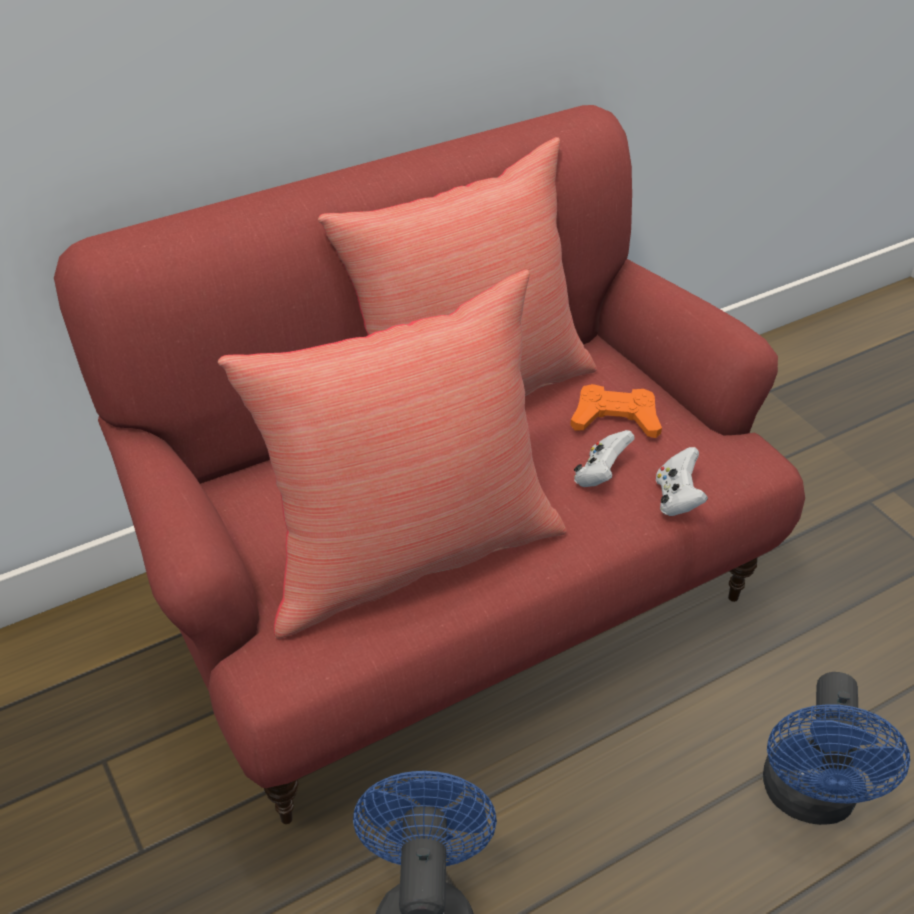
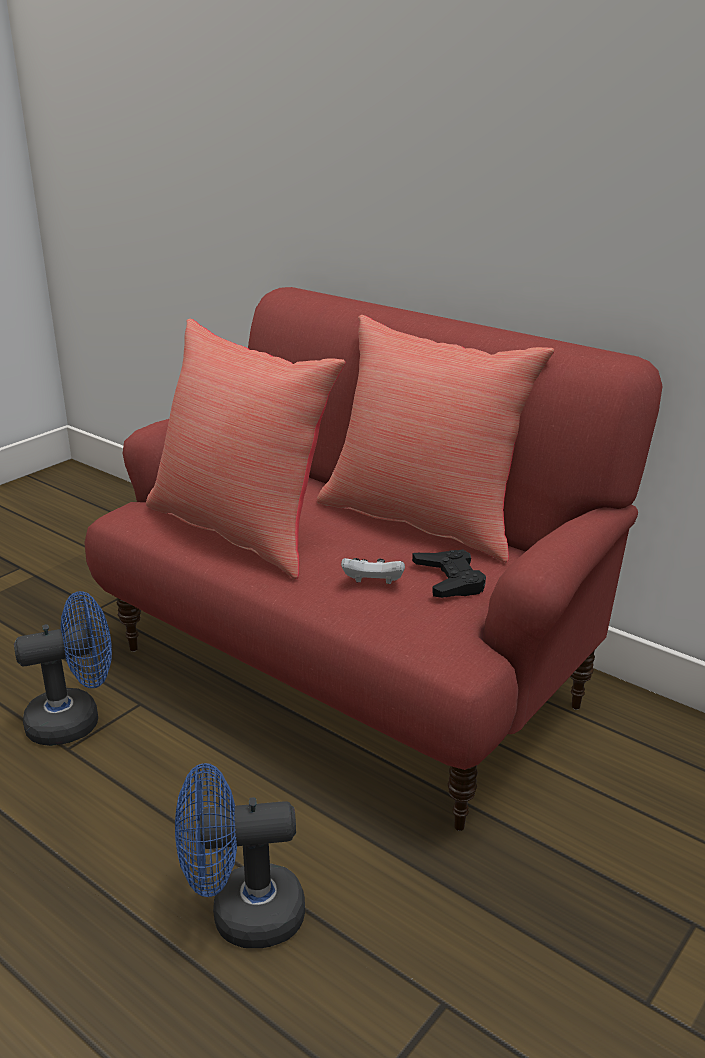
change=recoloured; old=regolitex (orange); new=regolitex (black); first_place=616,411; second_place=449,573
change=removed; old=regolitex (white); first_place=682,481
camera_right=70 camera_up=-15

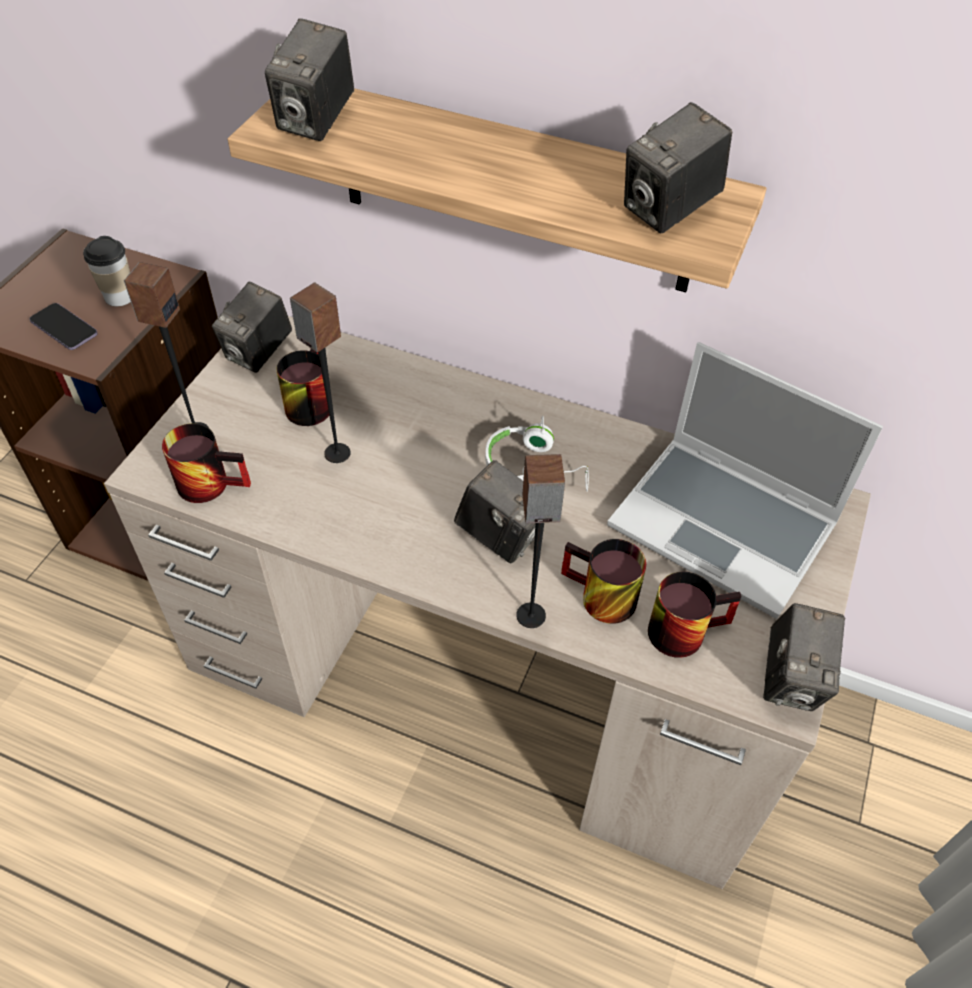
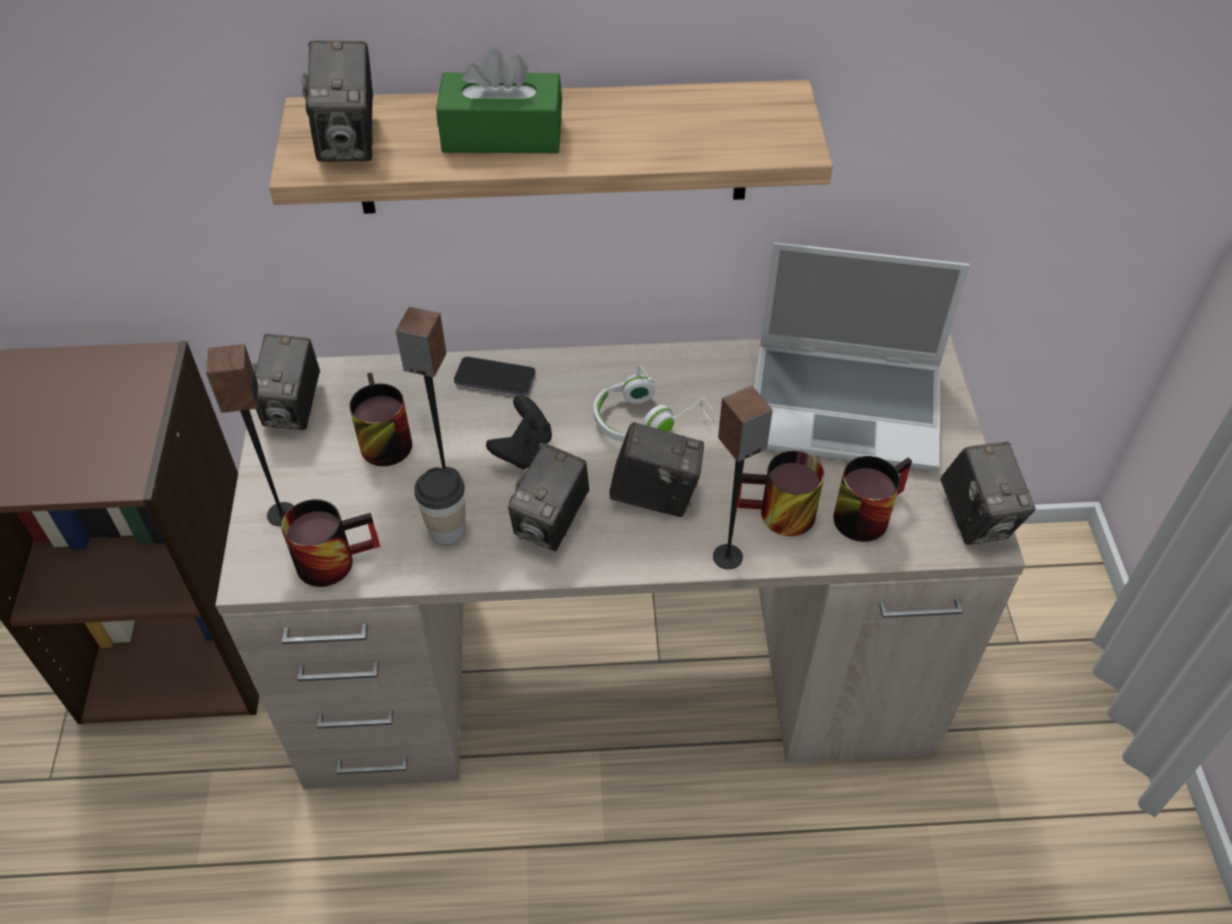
change=moved; old=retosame; first_place=64,326; second_place=495,376
change=moved; old=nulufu; first_place=107,271; second_place=440,506
change=moved; old=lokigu; first_place=678,167; second_place=548,497
change=added; new=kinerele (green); second_place=499,100
change=added; new=regolitex (black); second_place=519,432
camera_right=-25 camera_up=0

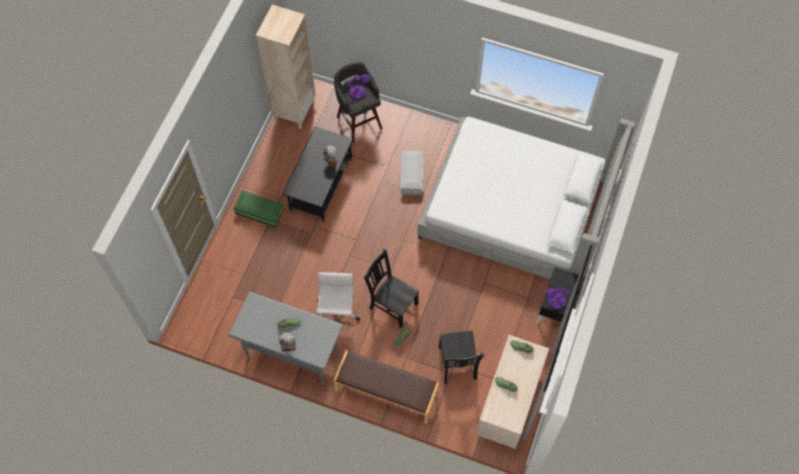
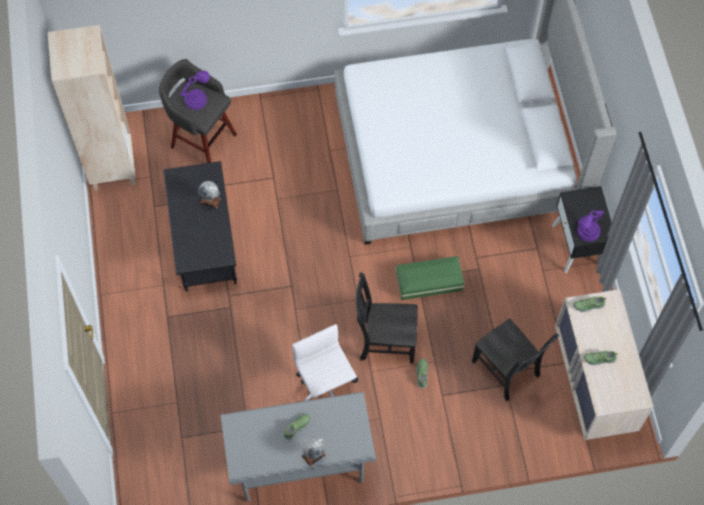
change=moved; old=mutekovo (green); first_place=258,209; second_place=430,278
change=removed; old=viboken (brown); first_place=386,387
change=removed; old=mutekovo (white); first_place=411,173
camera_right=-30 camera_up=0

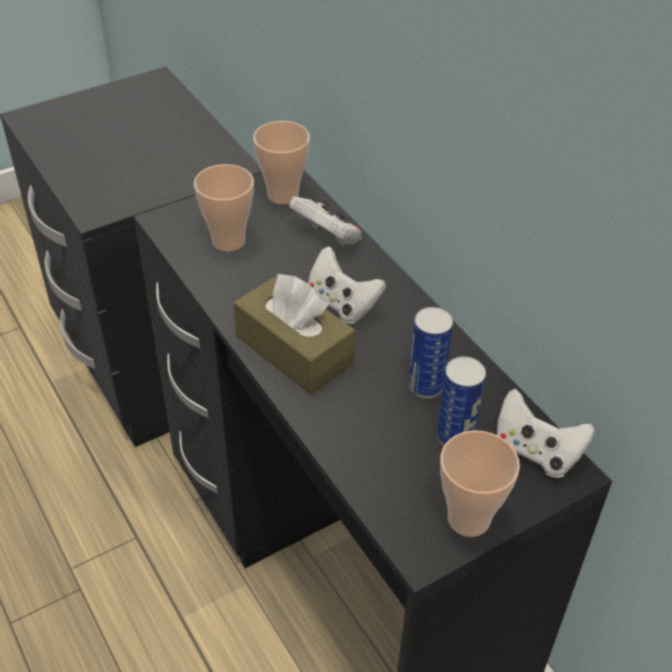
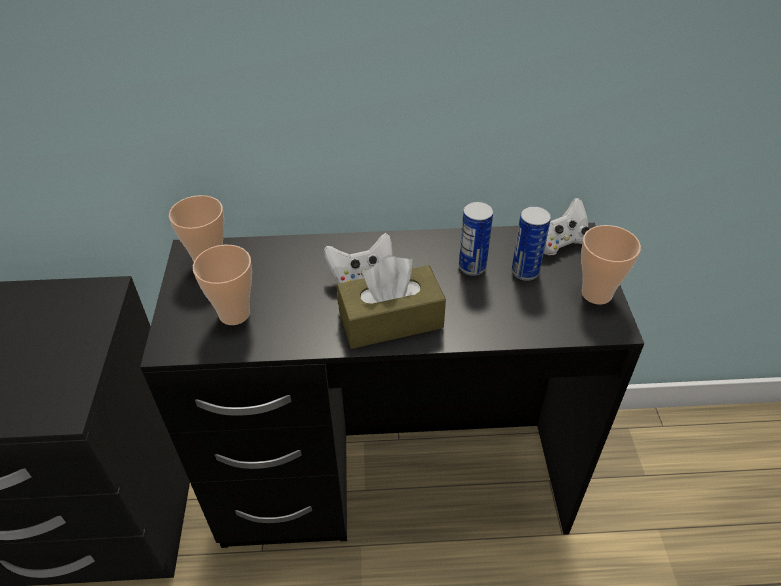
change=removed; old=regolitex (white); first_place=325,221
camera_right=-60 camera_up=0

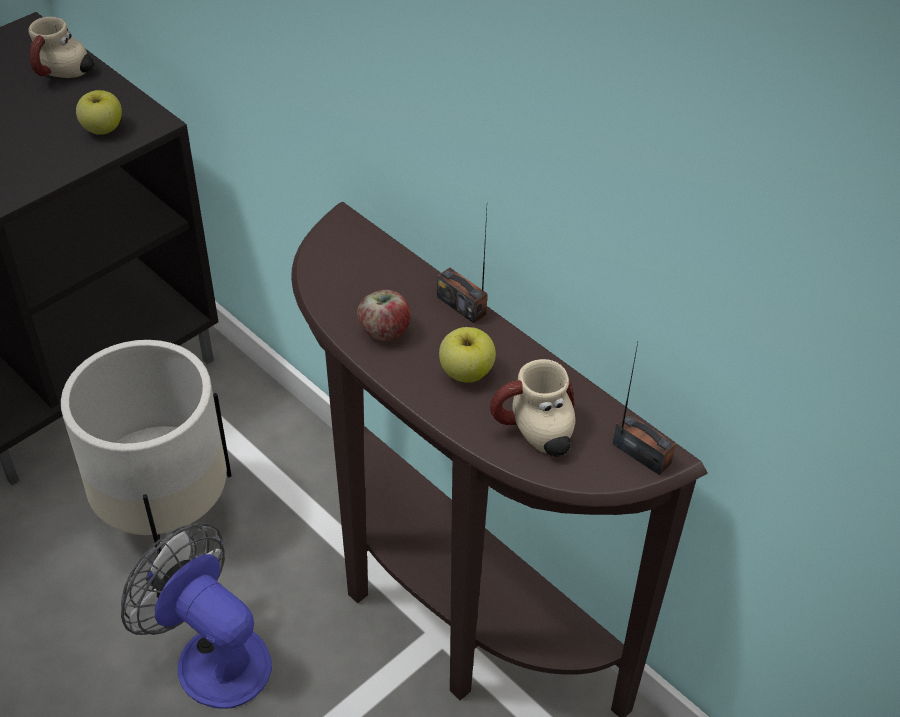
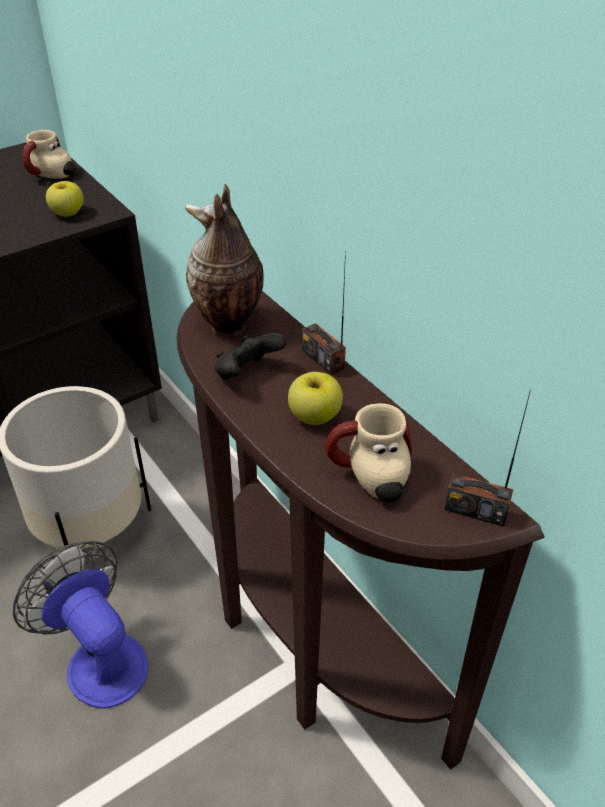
change=replaced; old=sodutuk; new=regolitex (black); first_place=383,315; second_place=250,356
change=turned; old=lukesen; first_place=644,408; second_place=488,458; degrees=150
change=added; new=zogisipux; second_place=224,260
camera_right=10 camera_up=-5

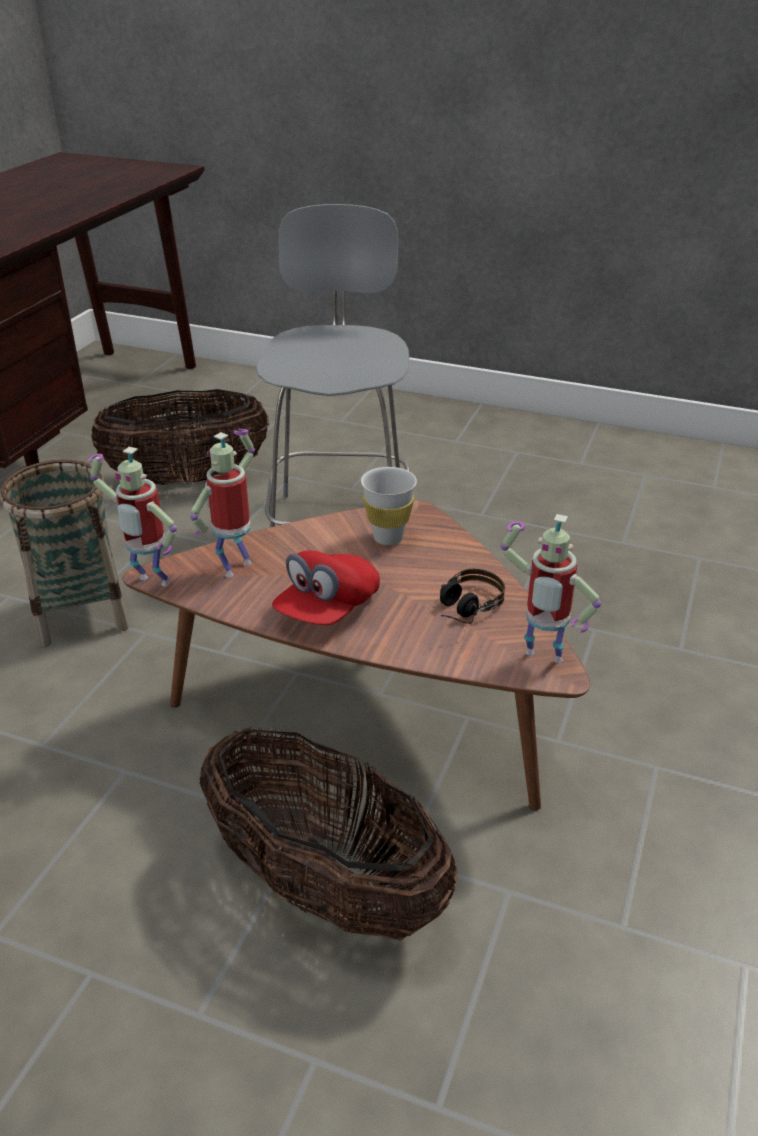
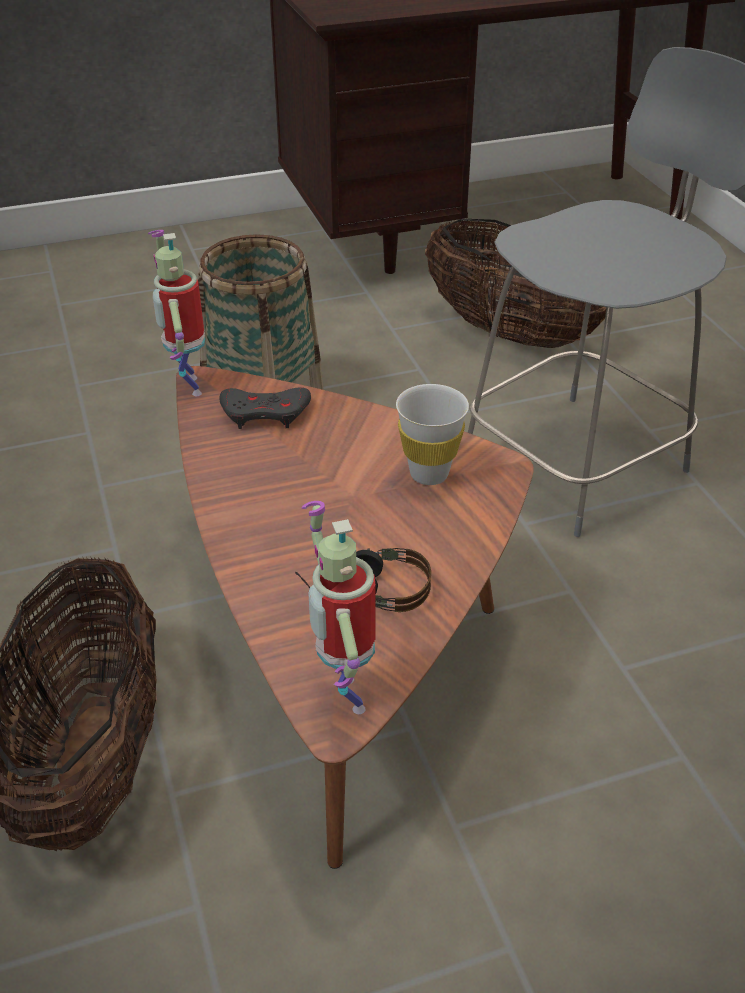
change=replaced; old=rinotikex; new=regolitex (grey); first_place=222,503; second_place=265,408
change=removed; old=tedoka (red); first_place=326,587
camera_right=50 camera_up=5

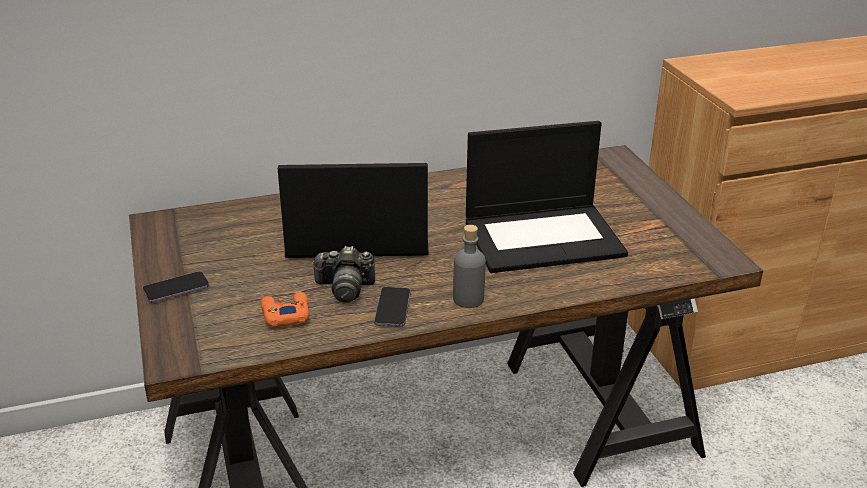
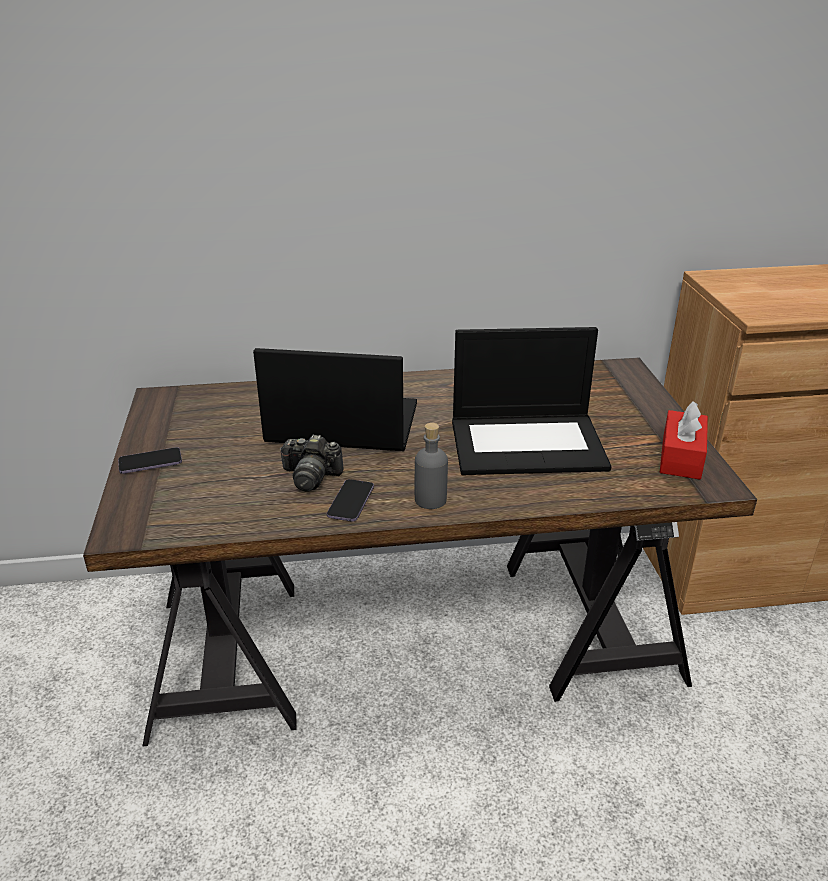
change=removed; old=regolitex (orange); first_place=285,309
change=added; new=kinerele (red); second_place=684,440
camera_right=10 camera_up=0

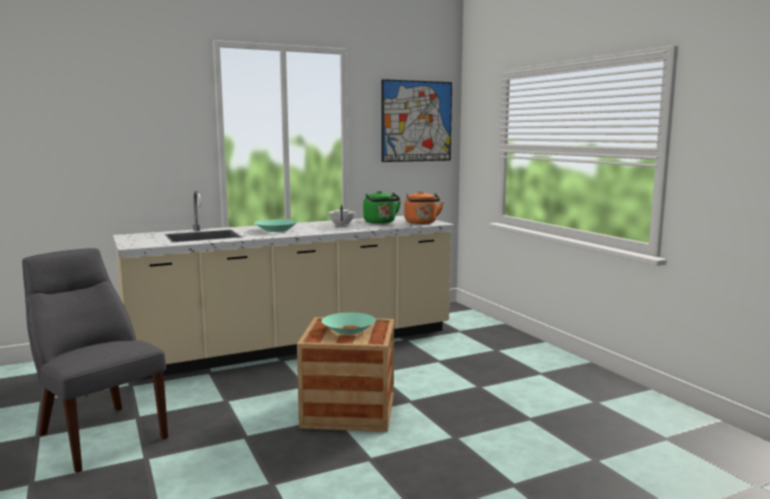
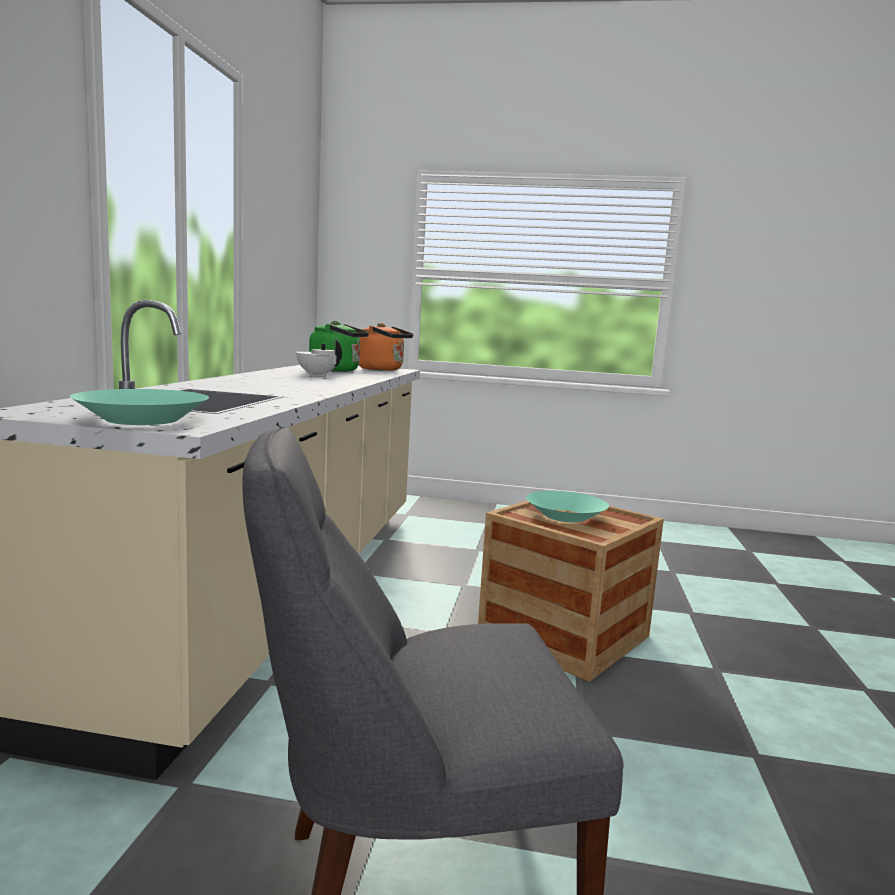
change=moved; old=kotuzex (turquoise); first_place=276,225; second_place=139,407
change=removed; old=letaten; first_place=417,120
camera_right=-55 camera_up=0

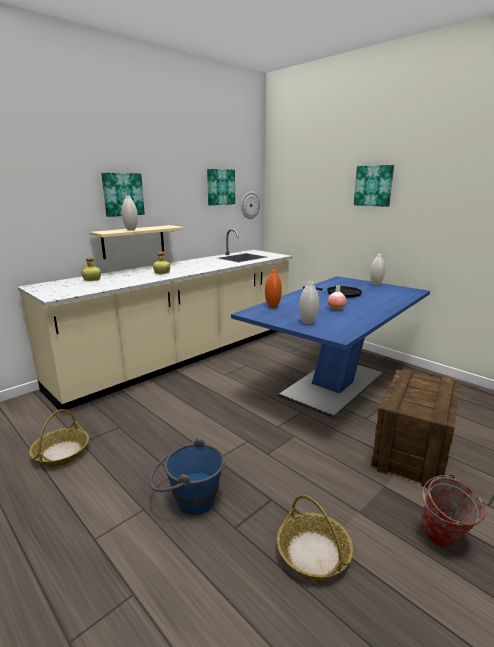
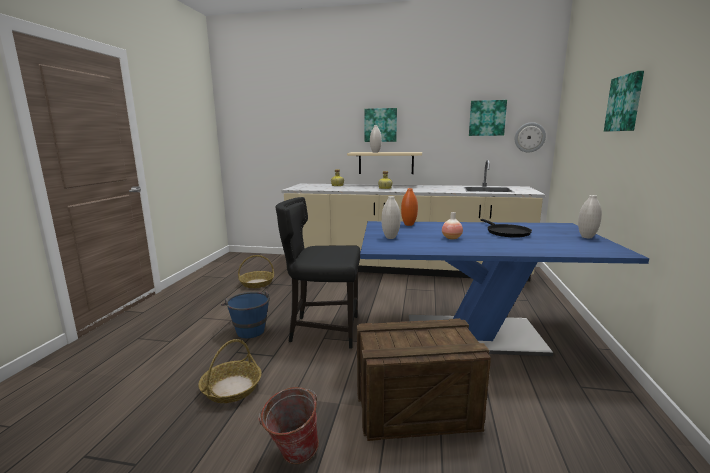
change=added; new=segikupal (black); second_place=318,273
camera_right=55 camera_up=-5

